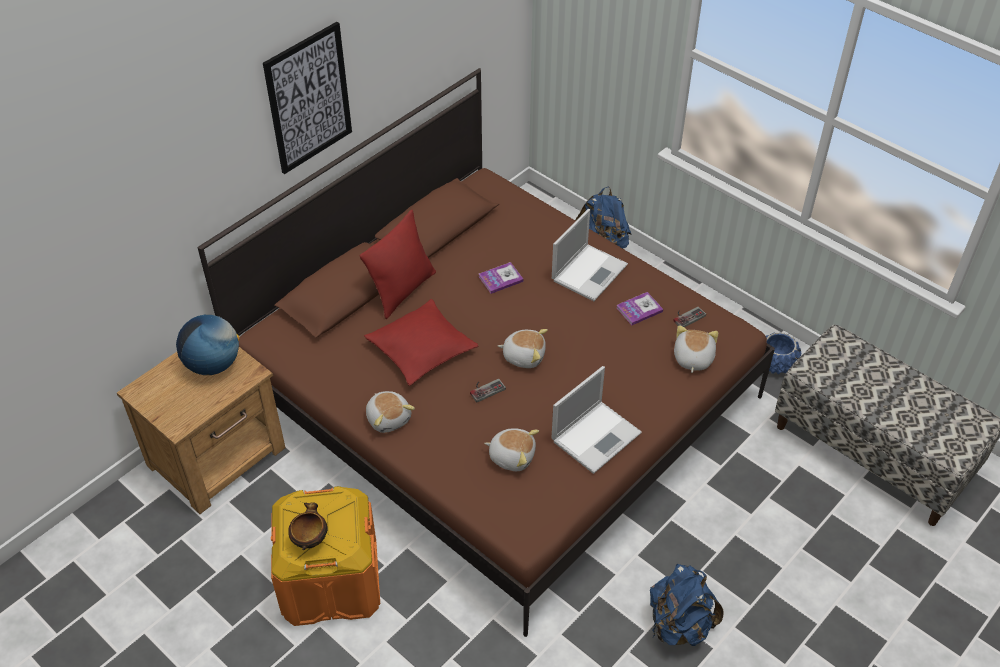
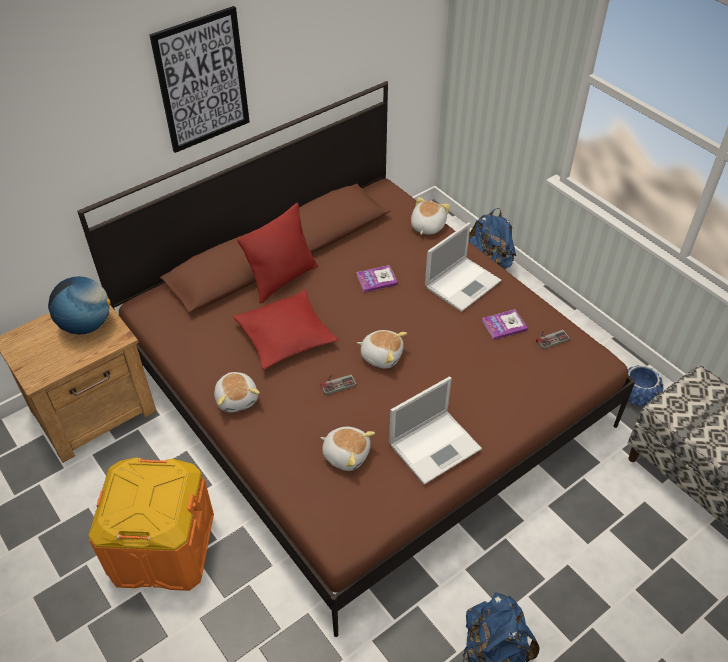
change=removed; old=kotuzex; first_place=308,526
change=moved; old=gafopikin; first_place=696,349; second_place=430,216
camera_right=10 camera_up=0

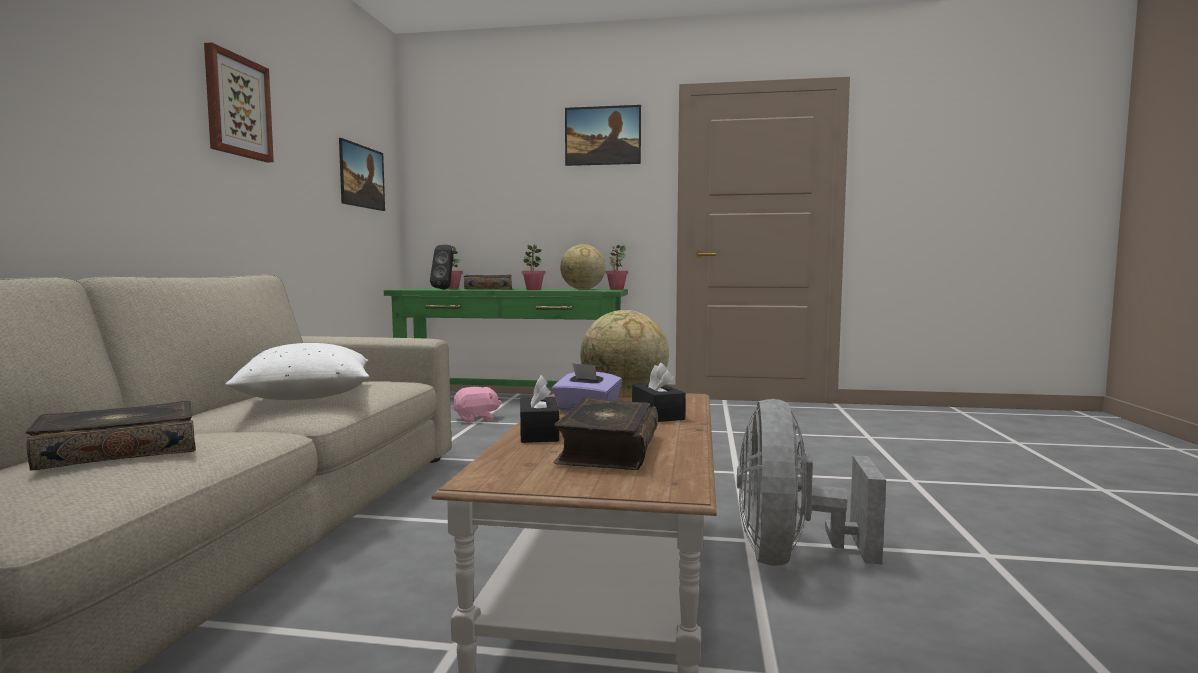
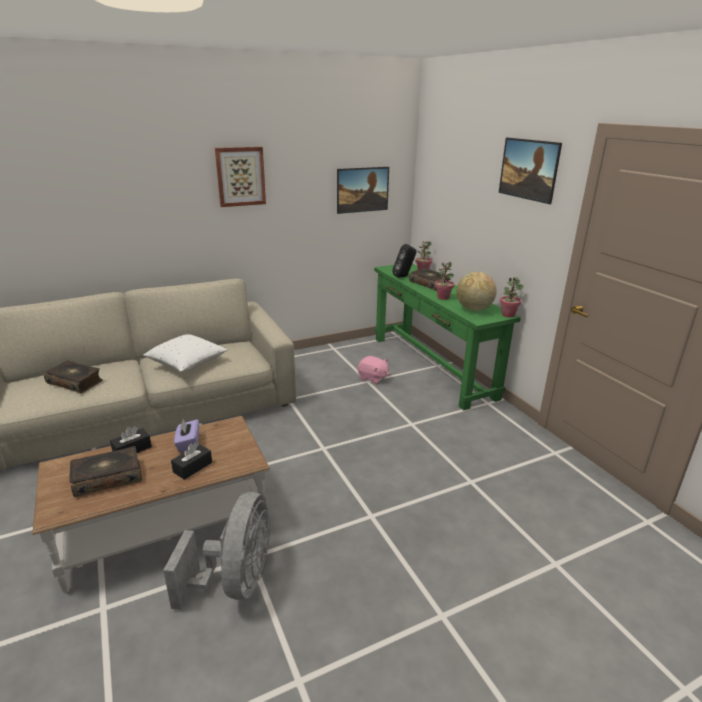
change=removed; old=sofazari; first_place=624,354
change=turned; old=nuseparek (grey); first_place=811,482; second_place=216,551; degrees=120
camera_right=55 camera_up=20

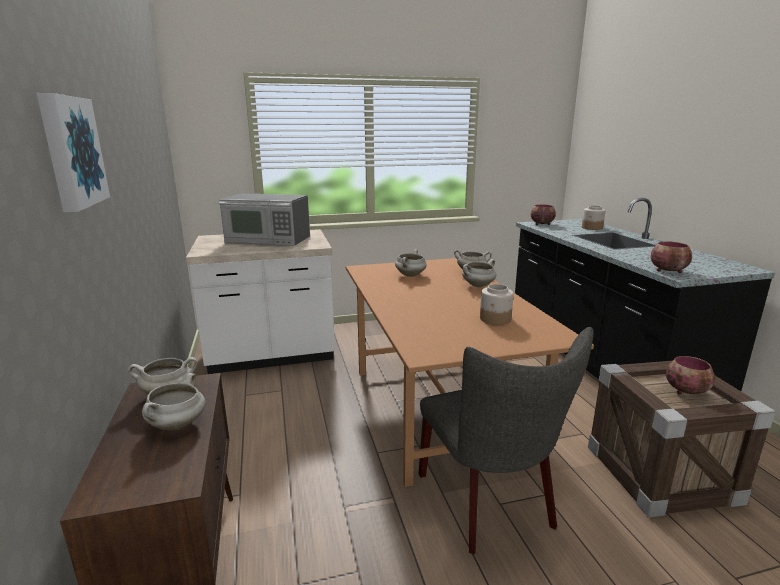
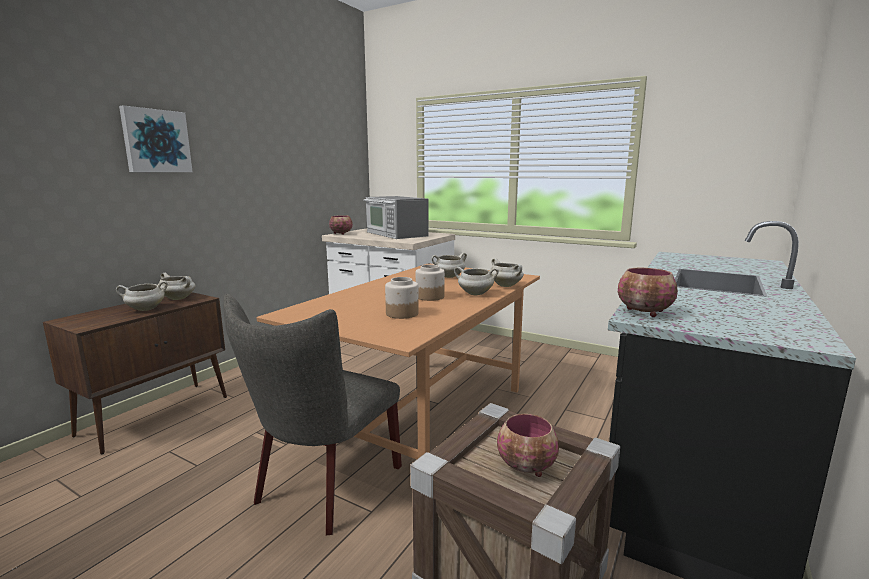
change=moved; old=kotuzex; first_place=543,214; second_place=341,225
change=moved; old=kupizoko; first_place=593,217; second_place=430,283
camera_right=45 camera_up=-5

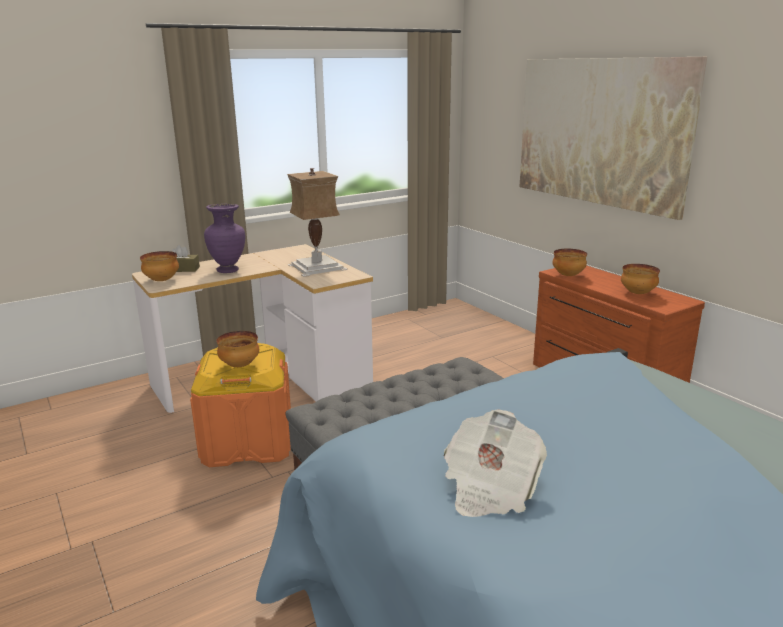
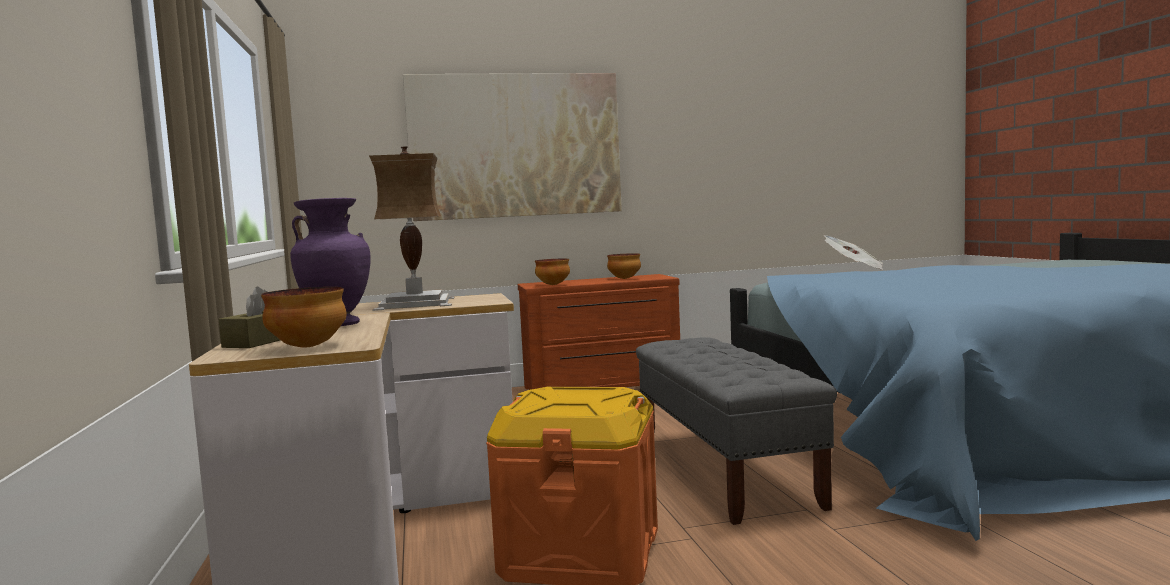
change=removed; old=kotuzex; first_place=237,349
change=moved; old=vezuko; first_place=495,463; second_place=853,252
camera_right=-70 camera_up=-15

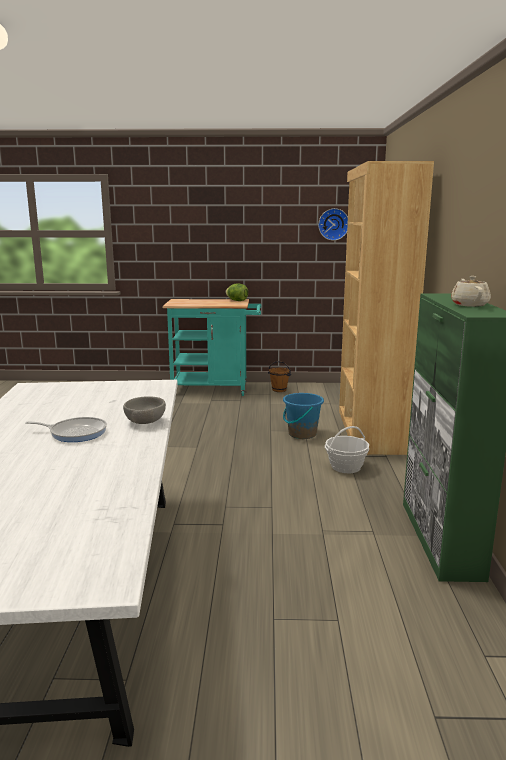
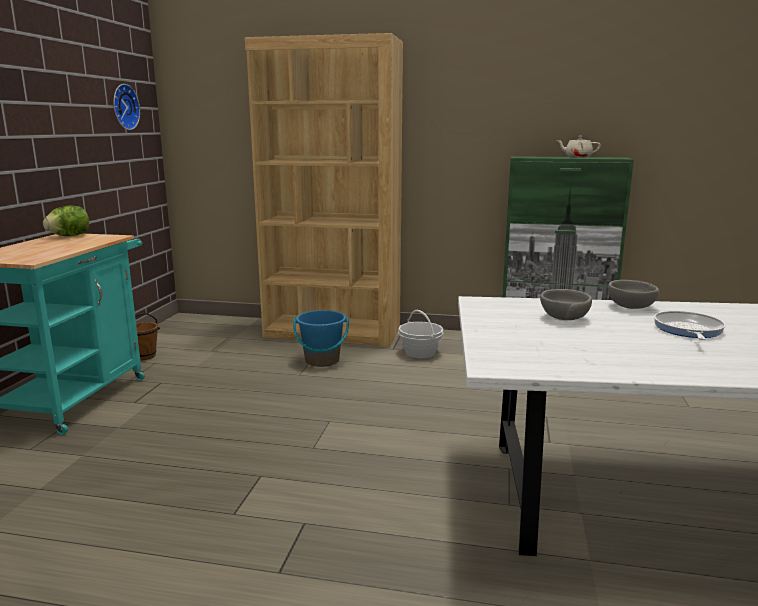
change=added; new=kotuzex (grey); second_place=566,304
camera_right=-80 camera_up=0

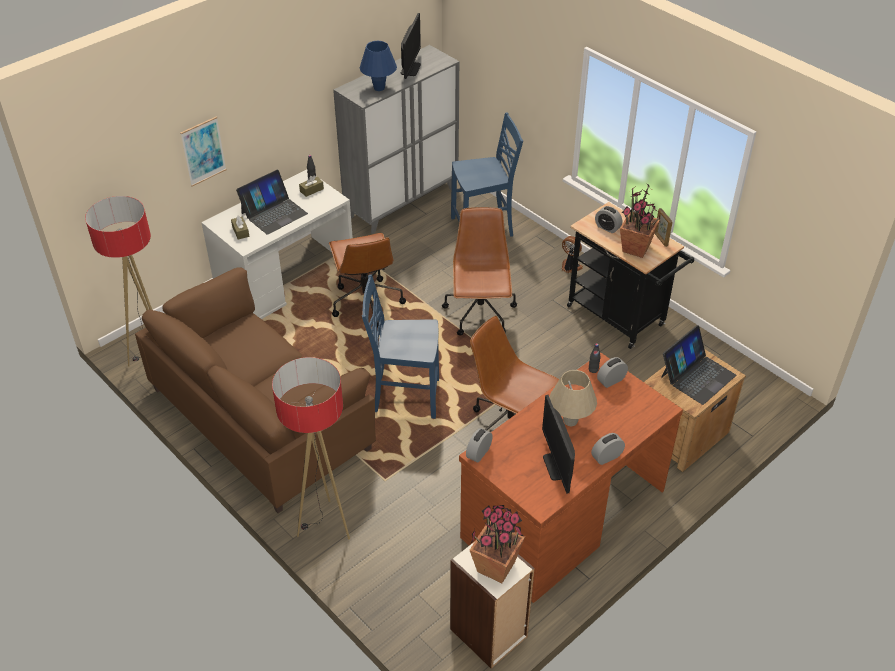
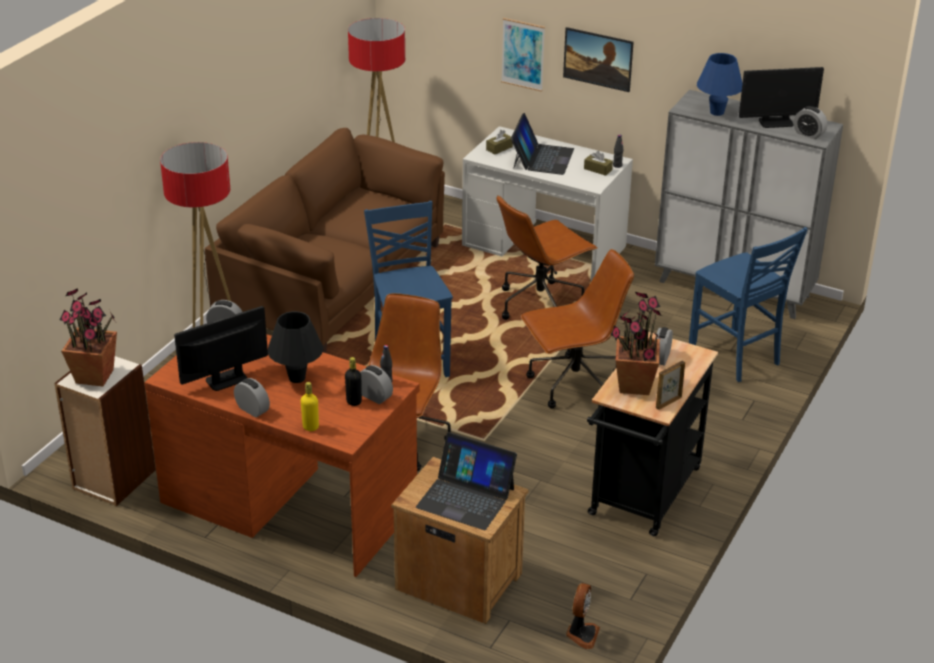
change=turned; old=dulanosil; first_place=272,202; second_place=542,144; degrees=-105
change=recoloured; old=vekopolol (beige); new=vekopolol (black); first_place=573,398; second_place=295,347
change=moved; old=nuseparek; first_place=572,254; second_place=583,616
change=added; new=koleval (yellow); second_place=310,406
change=added; new=koleval (black); second_place=353,381
change=added; new=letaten; second_place=598,59
change=added; new=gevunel; second_place=810,122
camera_right=70 camera_up=-10

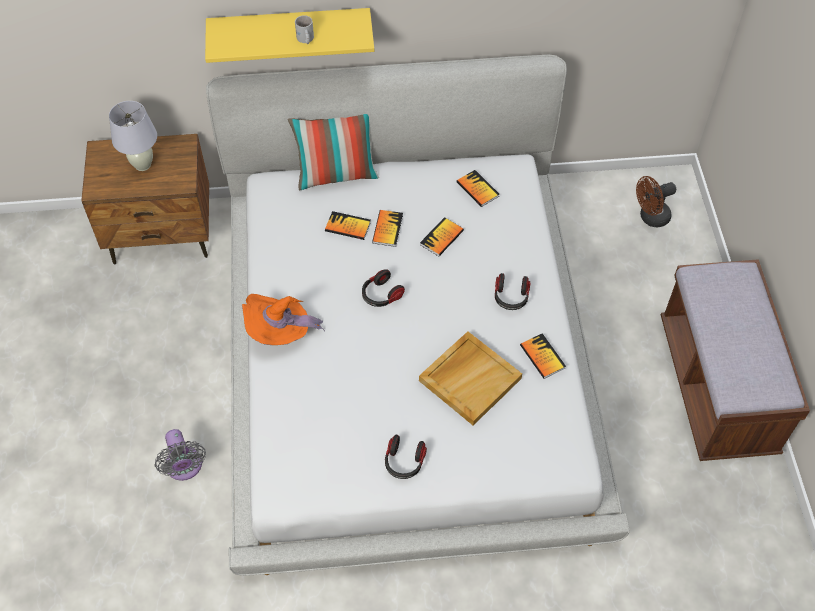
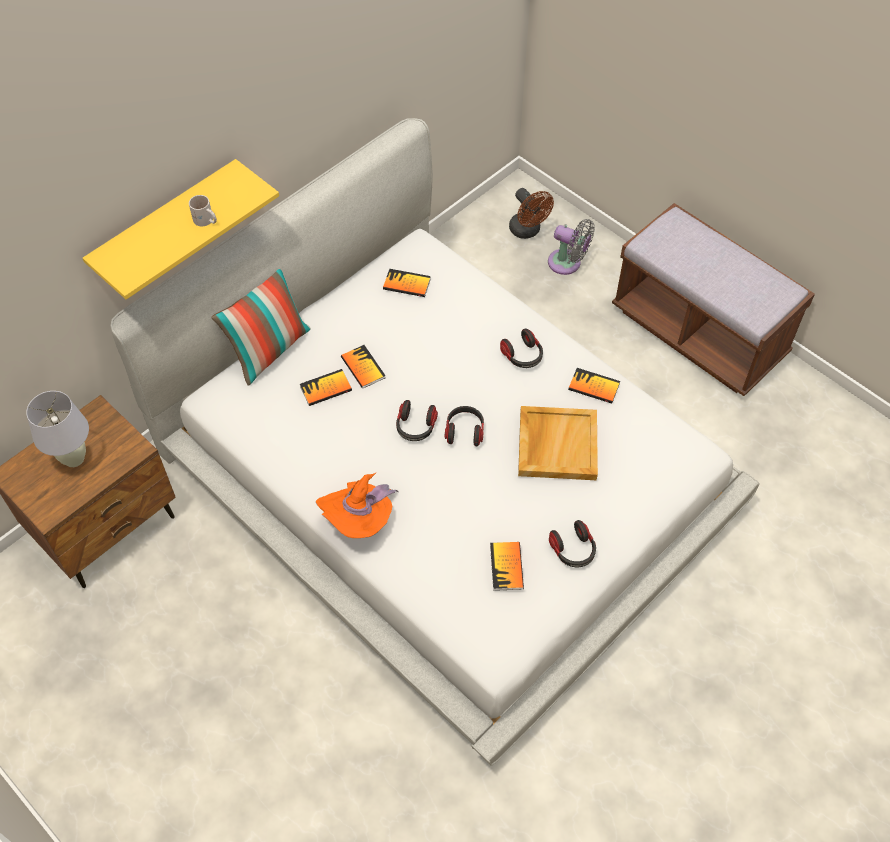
change=moved; old=nuseparek (grey); first_place=180,455; second_place=571,247
change=moved; old=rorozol; first_place=442,236; second_place=507,566
change=turned; old=nuseparek (brown); first_place=656,201; second_place=531,213; degrees=-60
change=added; new=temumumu; second_place=464,426
camera_right=-40 camera_up=0

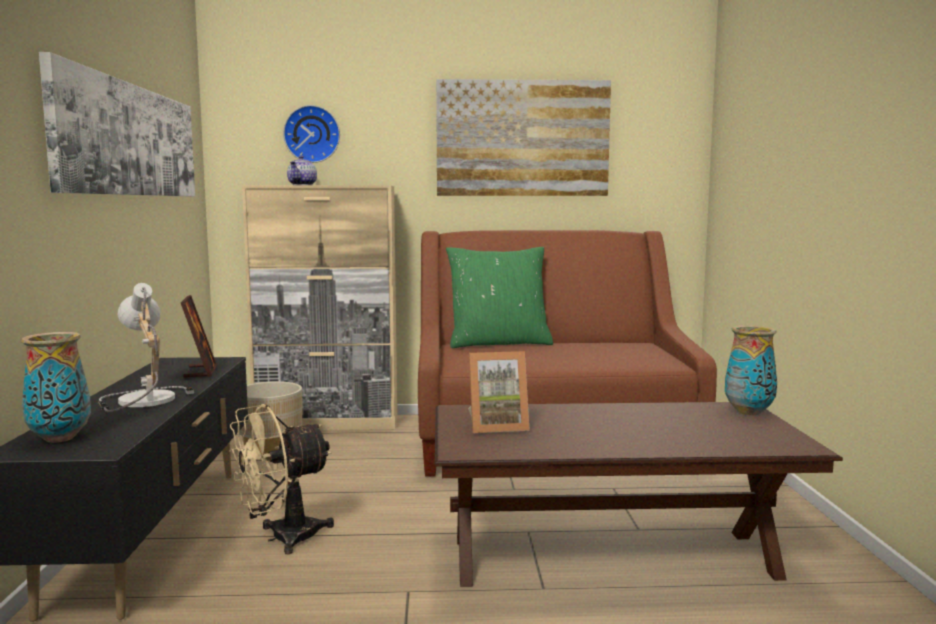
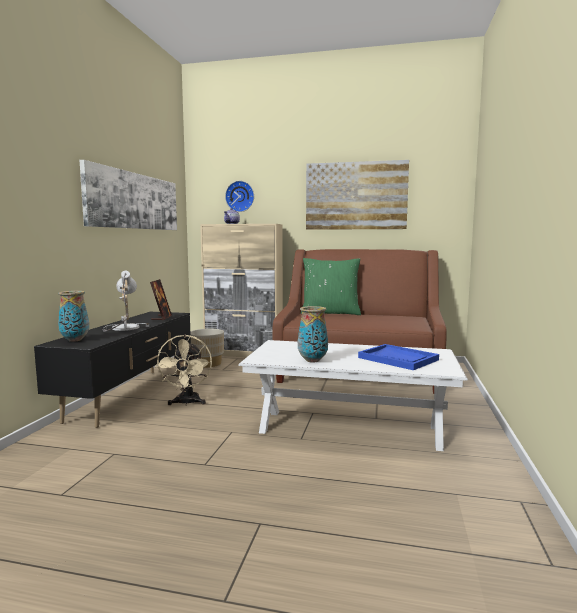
change=turned; old=nuseparek (beige); first_place=281,479; second_place=183,370; degrees=-75
change=recoloured; old=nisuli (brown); new=nisuli (white); first_place=639,494; second_place=353,395
change=removed; old=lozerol; first_place=499,392
change=moved; old=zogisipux; first_place=751,370; second_place=313,334
change=added; new=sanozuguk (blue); second_place=398,357
camera_right=15 camera_up=0

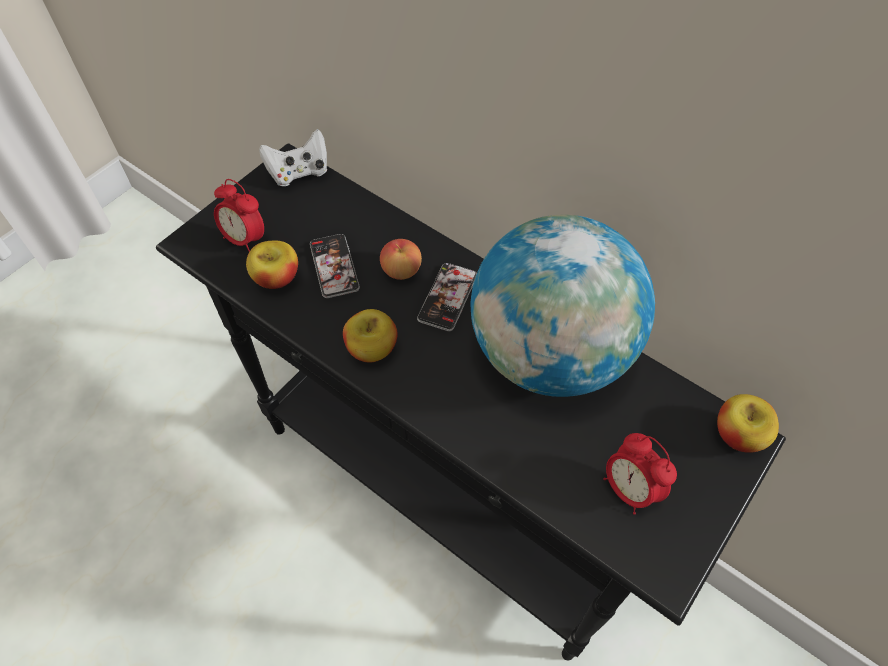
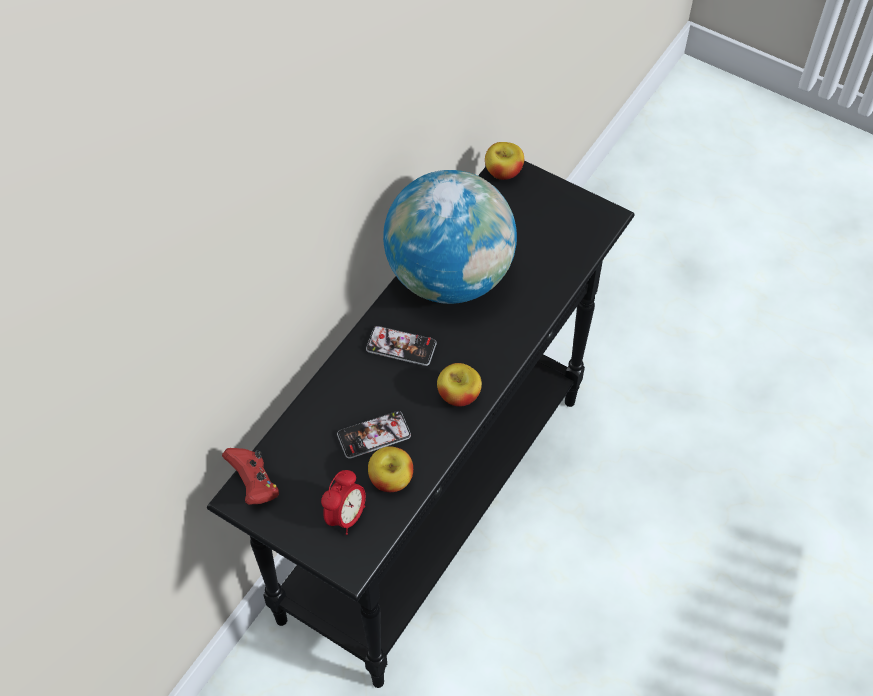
change=recoloured; old=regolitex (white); new=regolitex (red); first_place=293,157; second_place=250,476
change=removed; old=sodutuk; first_place=401,259
change=removed; old=gevunel; first_place=640,474
camera_right=-95 camera_up=0

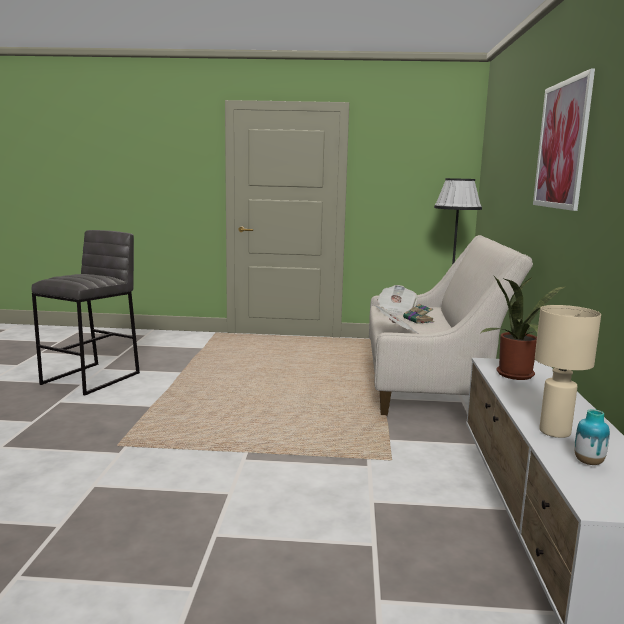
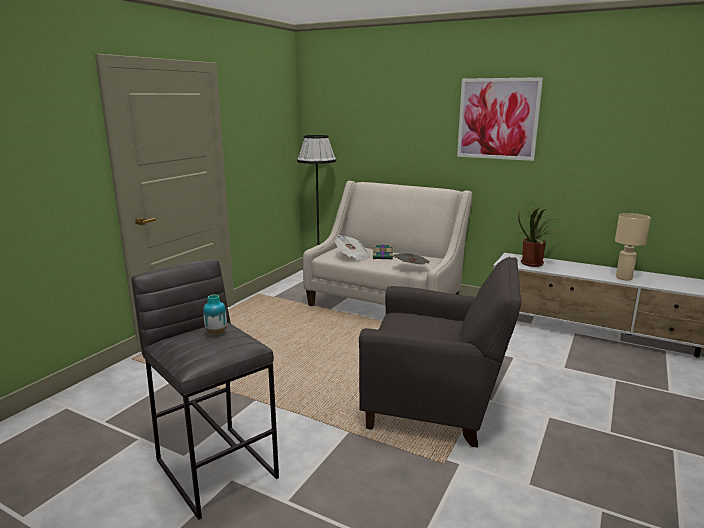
change=moved; old=zogisipux; first_place=592,437; second_place=215,315
change=added; new=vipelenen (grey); second_place=440,352
camera_right=-65 camera_up=5

